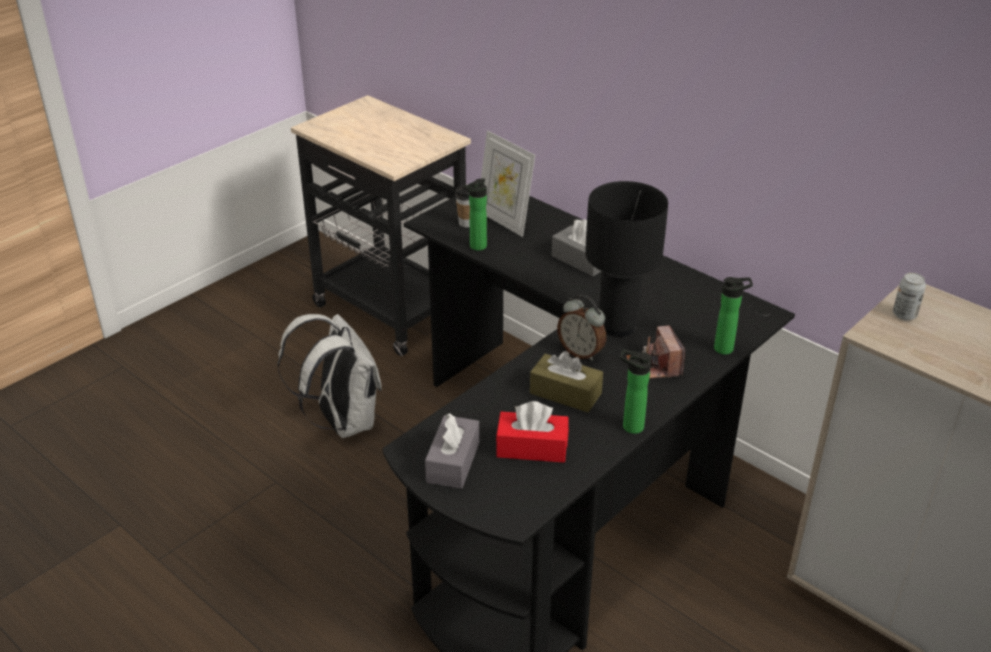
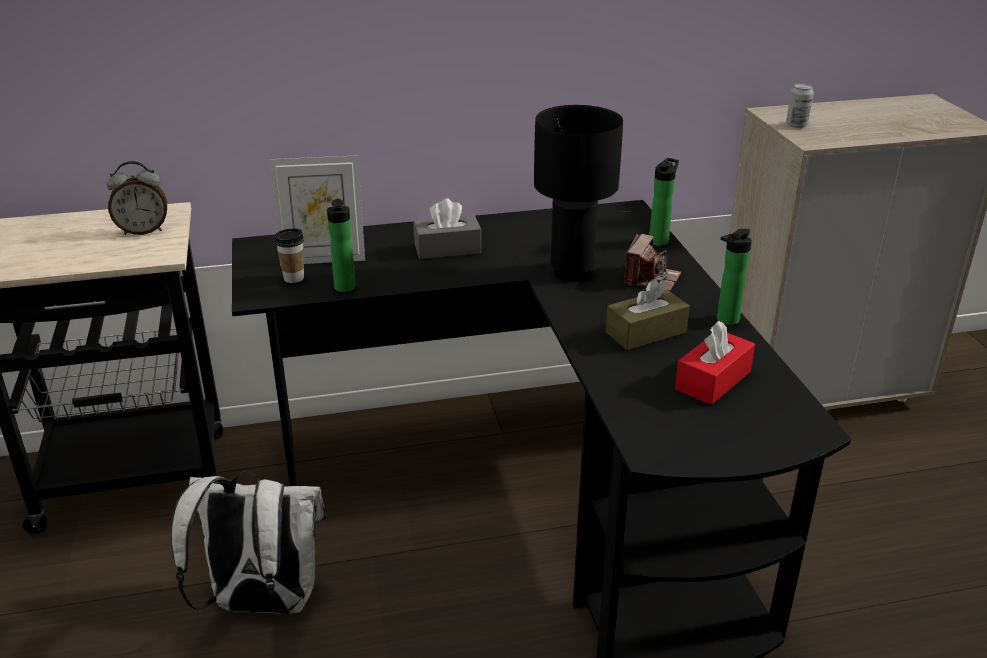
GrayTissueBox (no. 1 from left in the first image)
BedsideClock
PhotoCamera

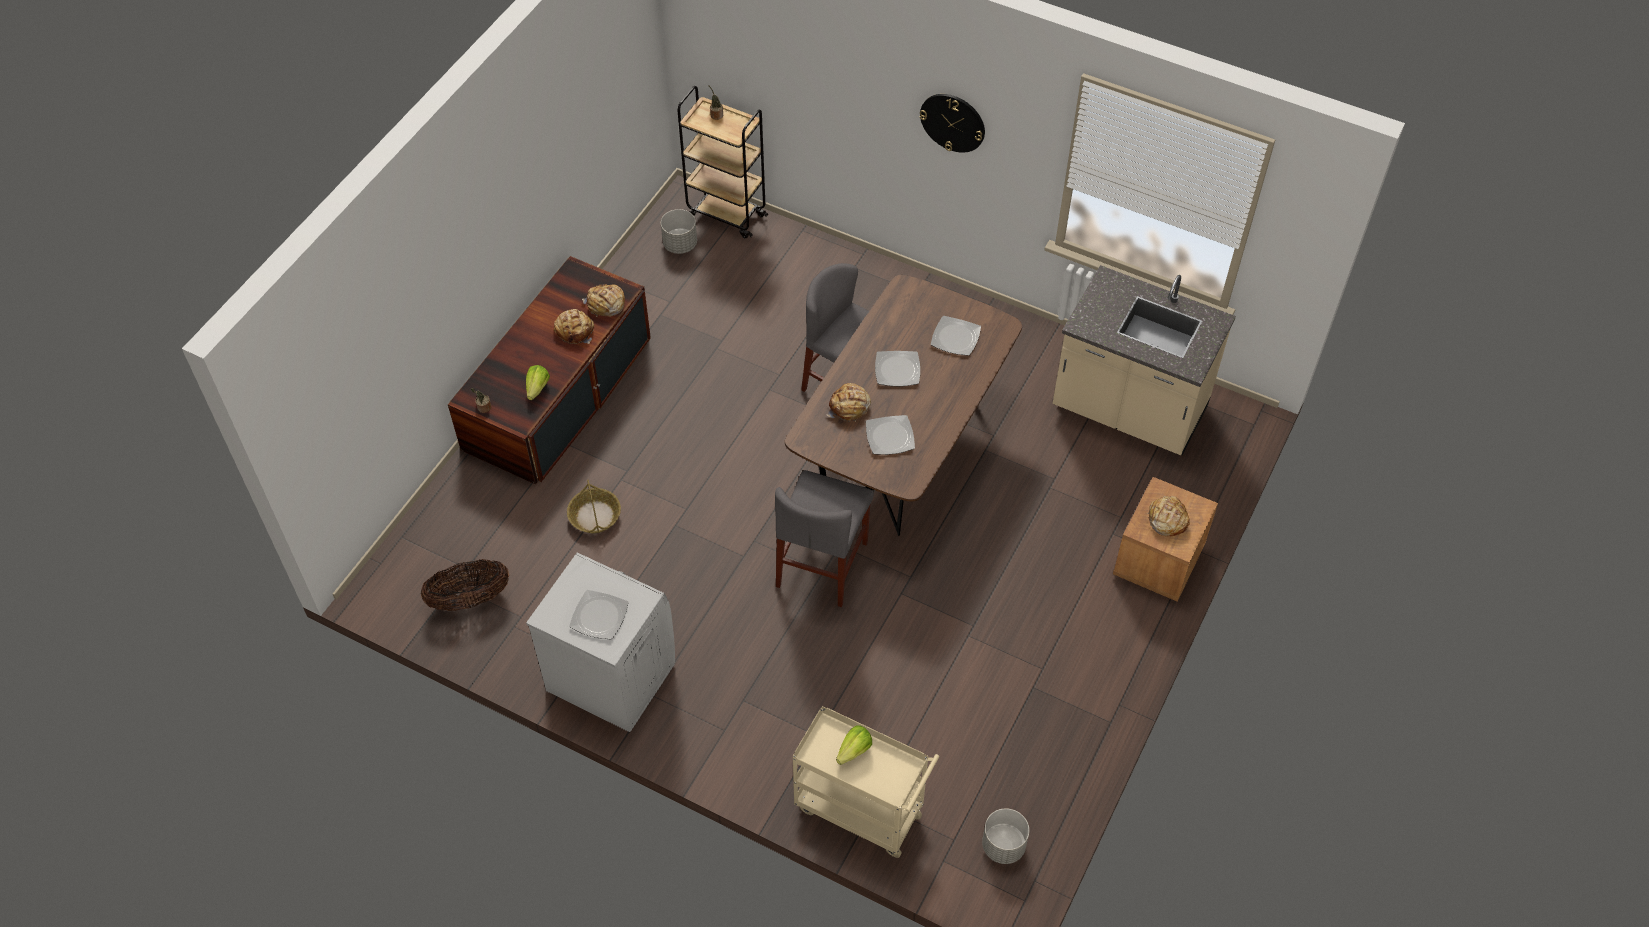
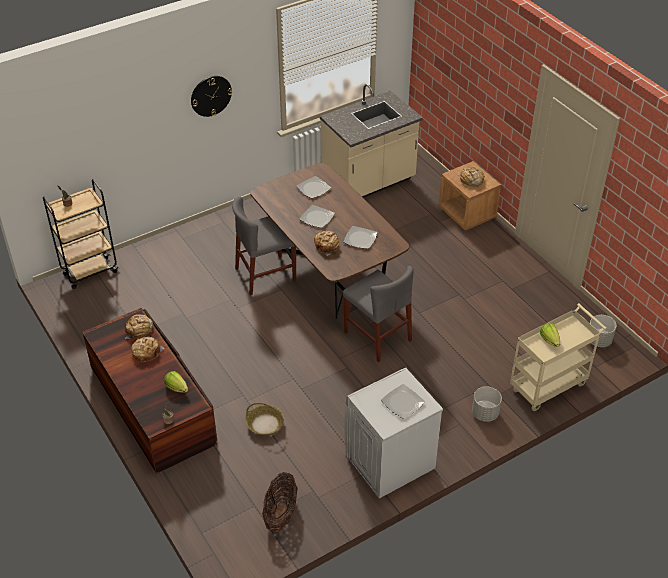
GrayPlantPot (no. 1 from left)

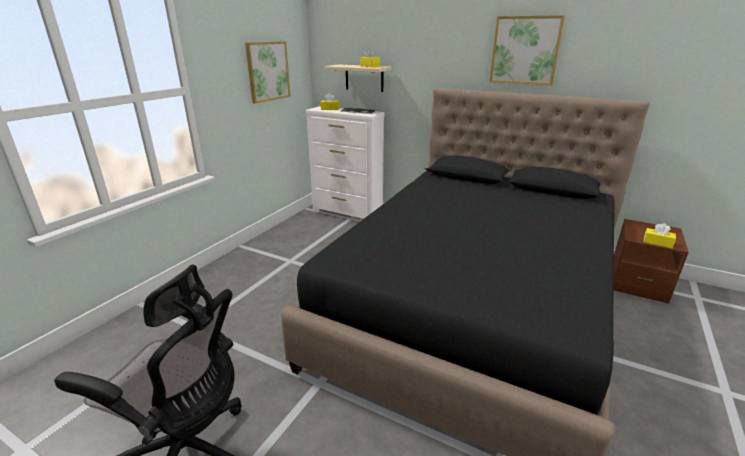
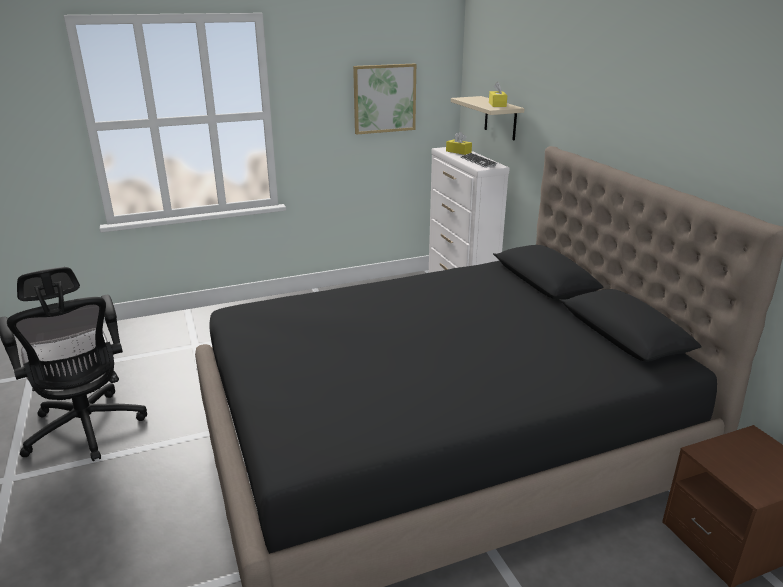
WallPicture (no. 2 from left in the first image)
YellowishTissueBox (no. 3 from left in the first image)

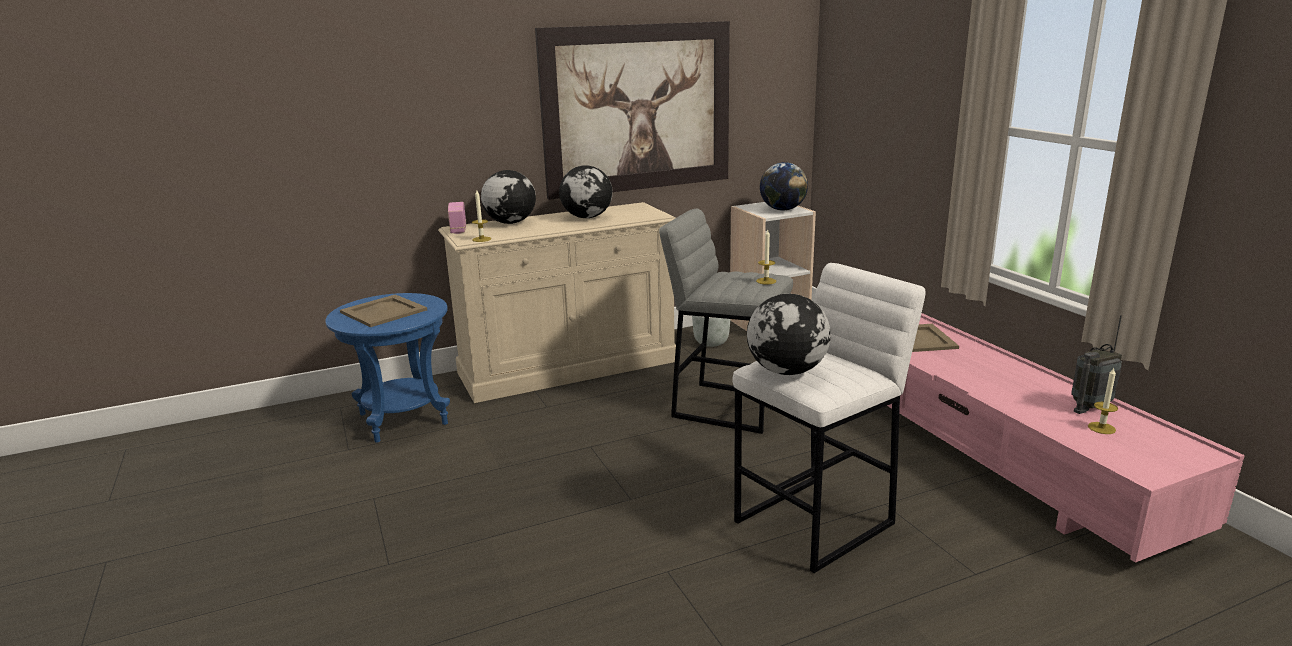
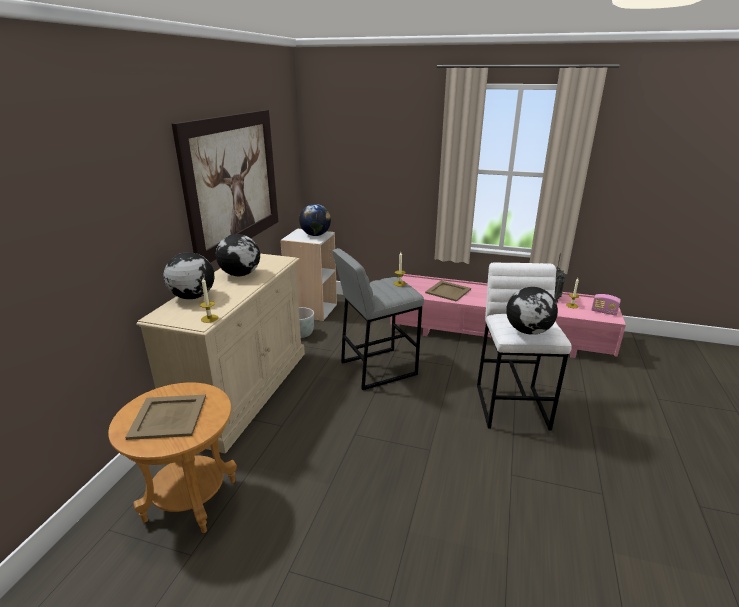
BrownColouredSideTable
RadioSet (no. 2 from left)

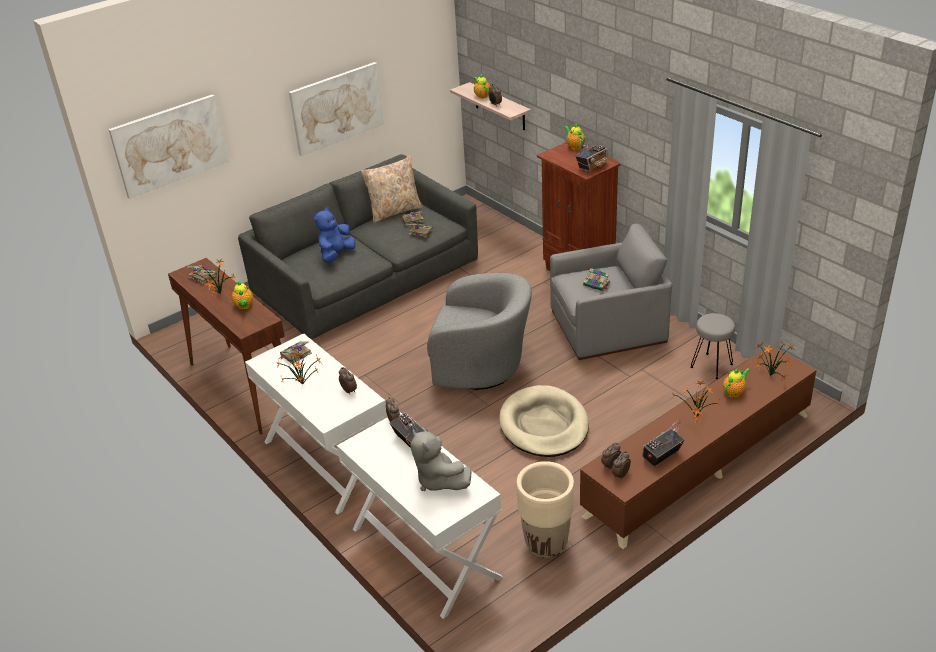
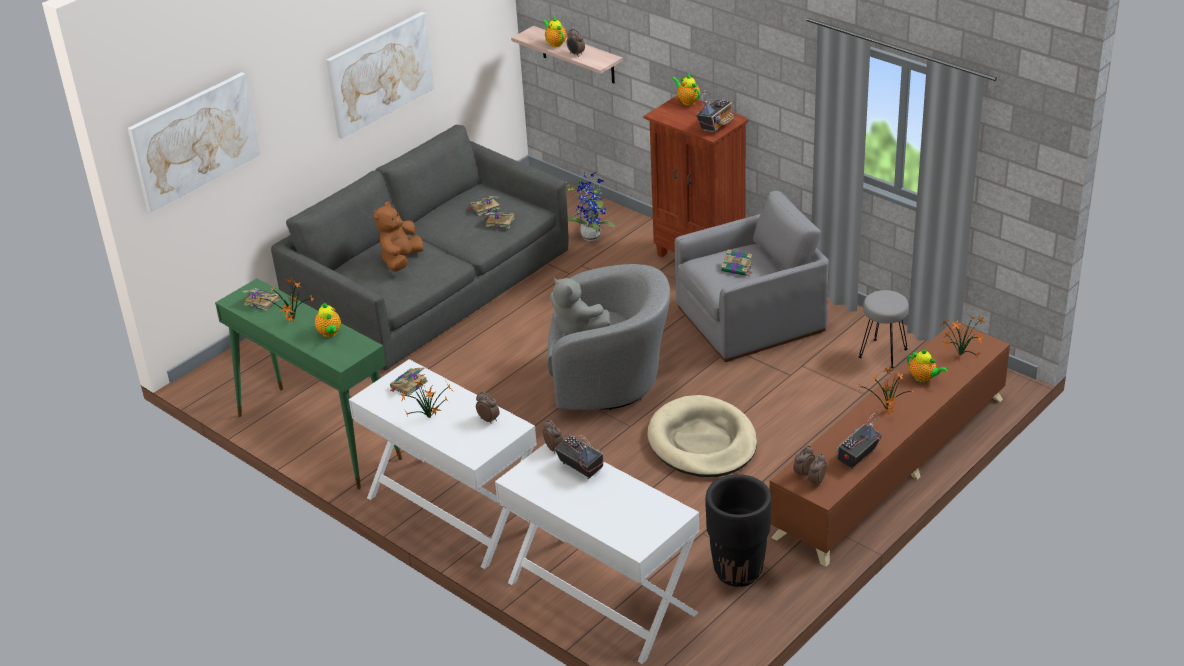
GreenishHallTable
BrownColouredCuddlyToy
BeigeColouredPillow
GrayCuddlyToy
BlackPlantPot
Teapot (no. 4 from left)
PottedPlant (no. 3 from left)

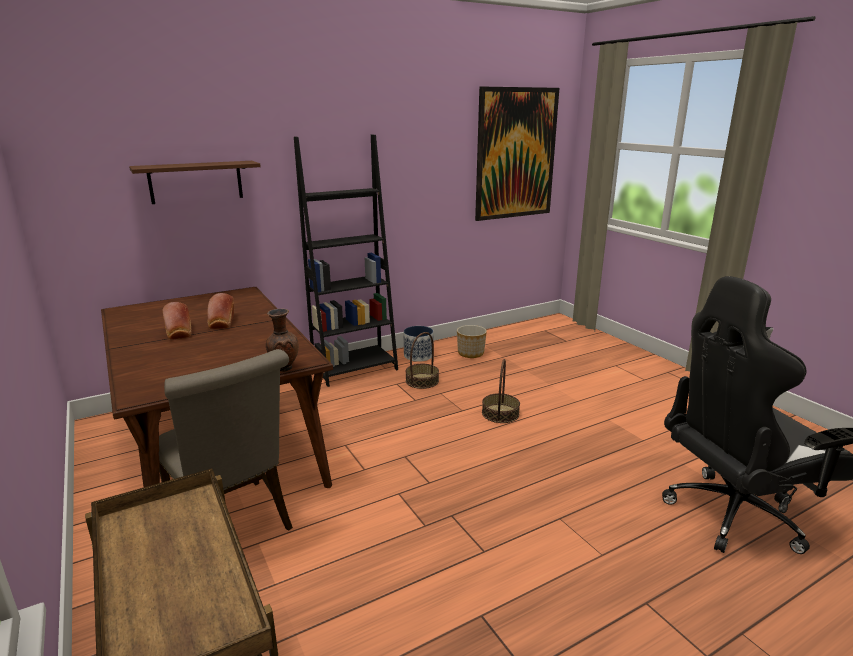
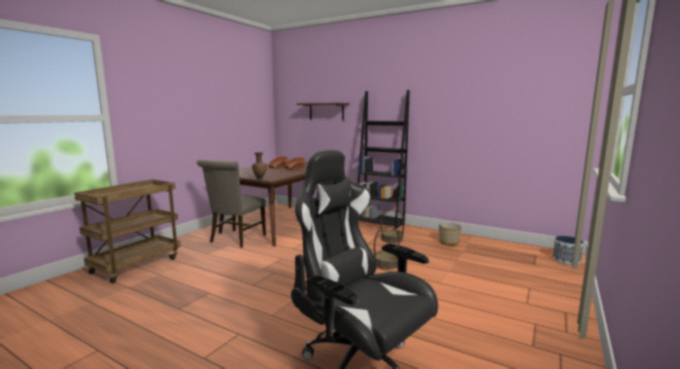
PlantPot (no. 2 from left)
WallPicture

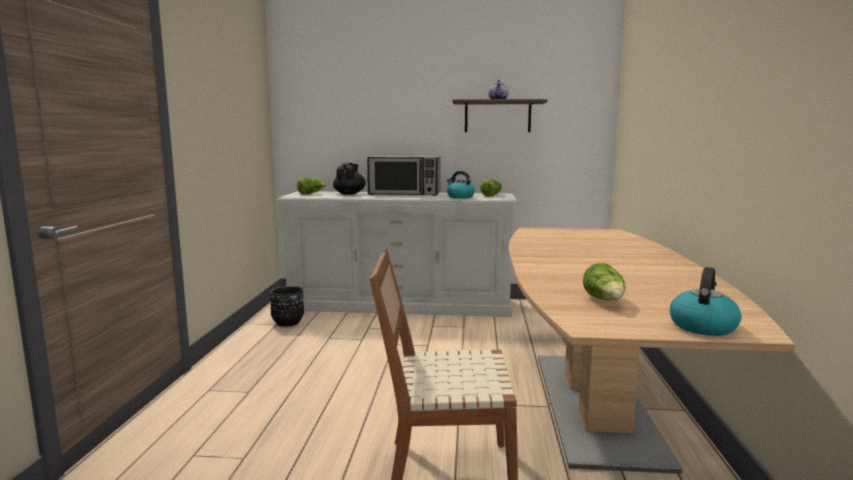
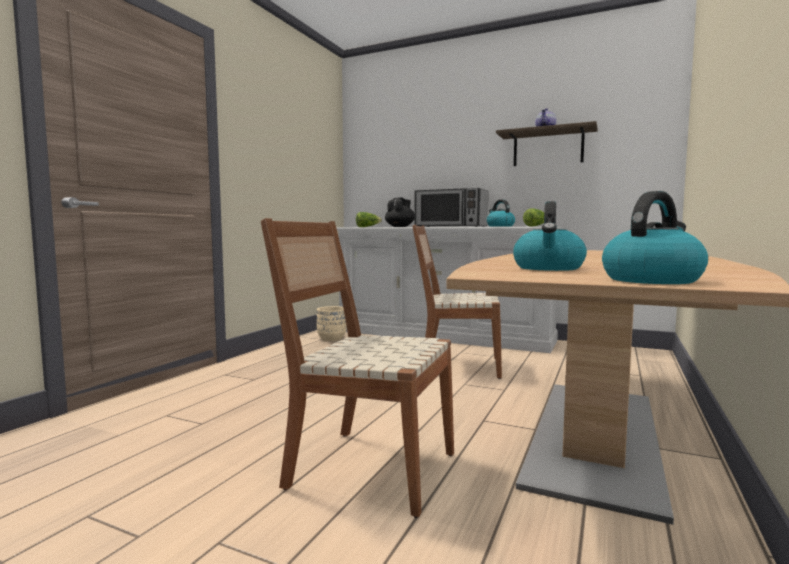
BeigeColouredPlantPot
TeaKettle (no. 2 from left)
PlainChair (no. 2 from left)

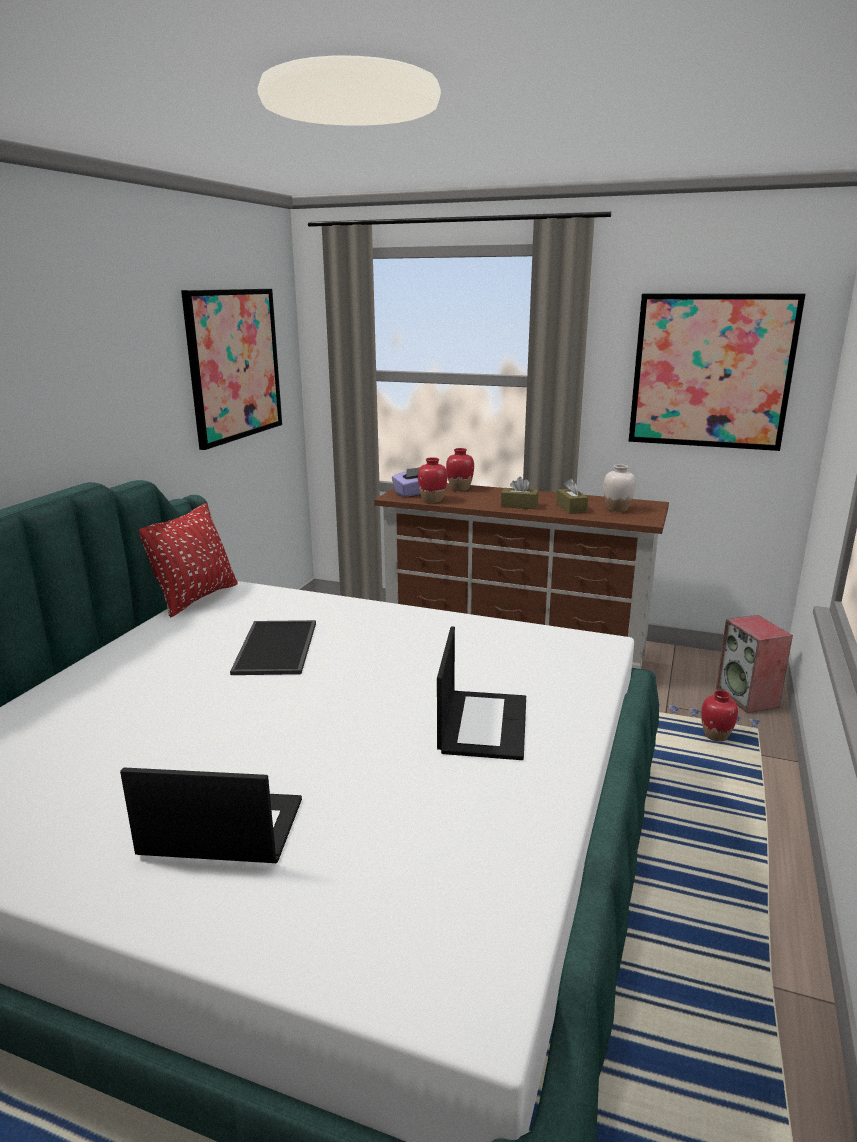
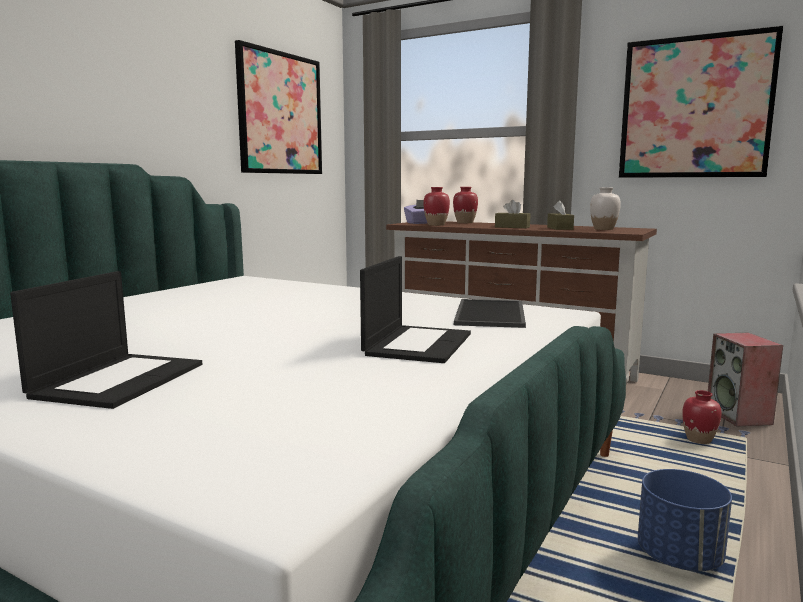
NotebookComputer (no. 1 from left)
RedColouredPillow
CarryingTray
BluishPlantPot

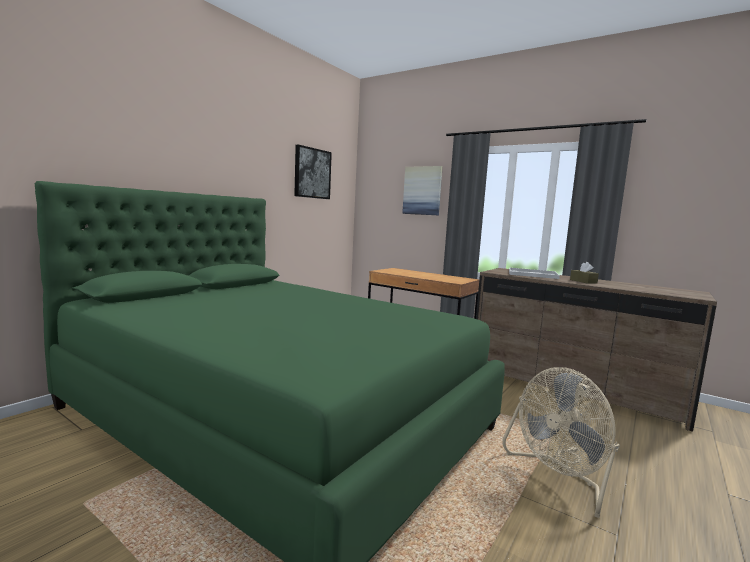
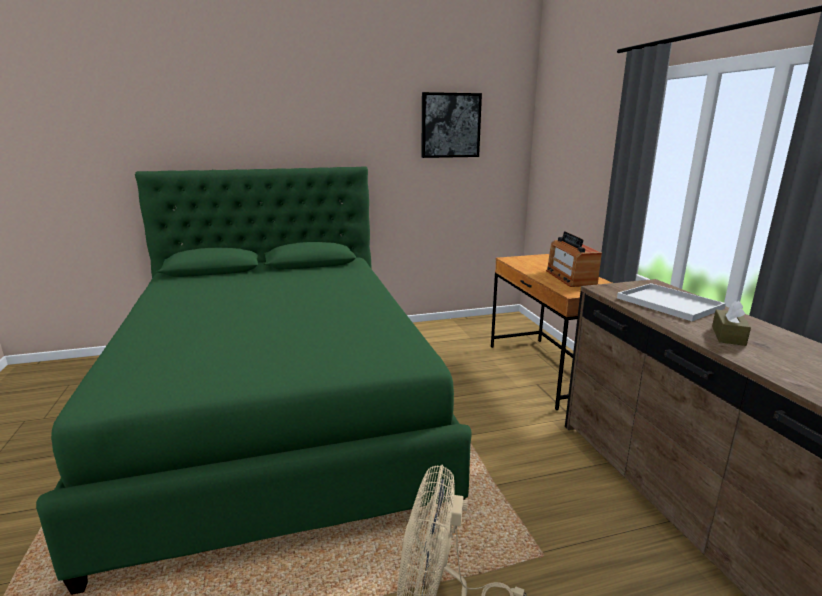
WallPicture (no. 2 from left in the first image)
RadioSet

